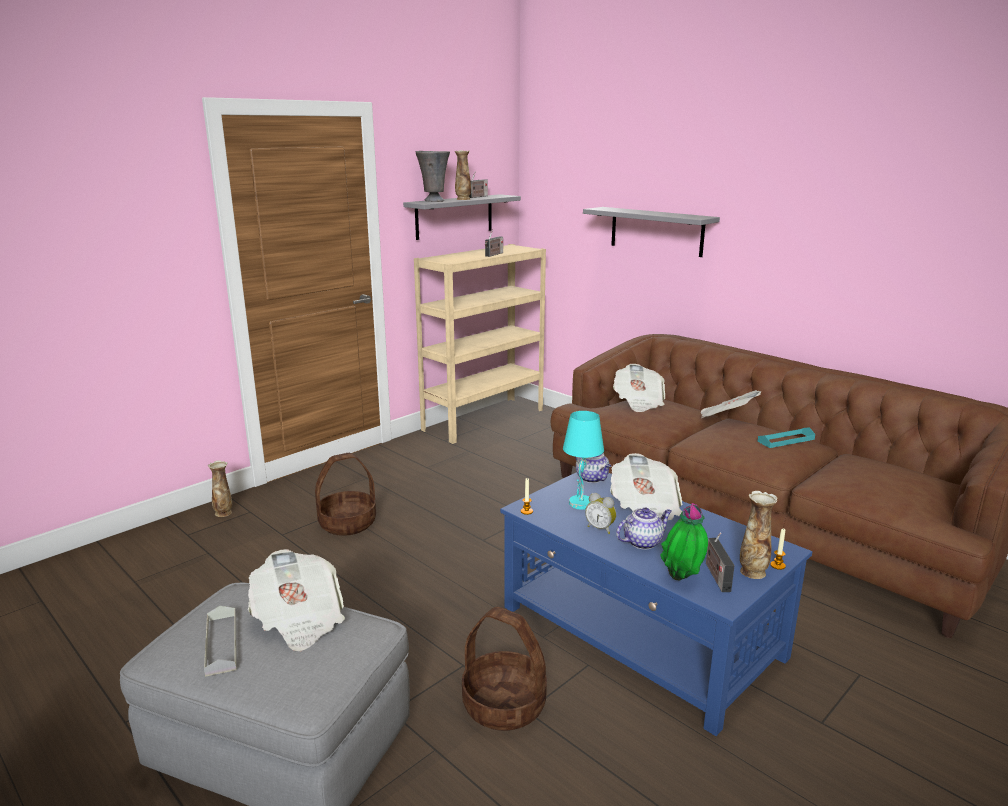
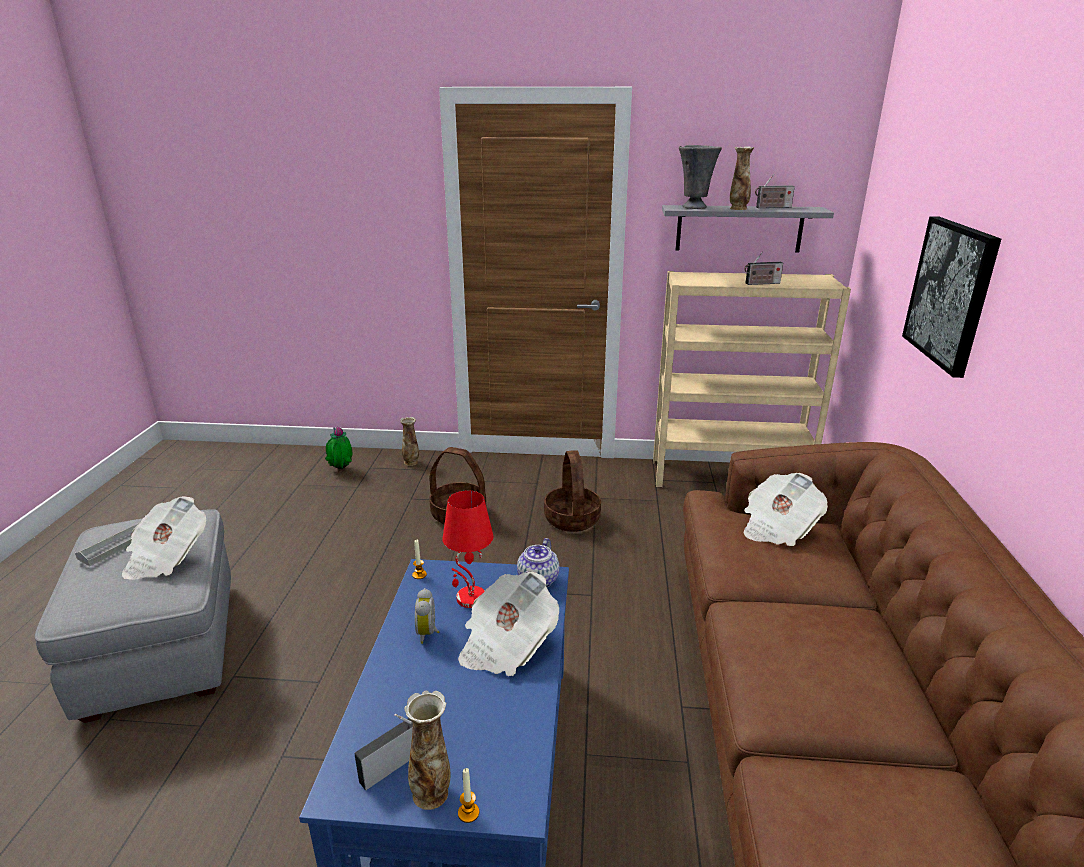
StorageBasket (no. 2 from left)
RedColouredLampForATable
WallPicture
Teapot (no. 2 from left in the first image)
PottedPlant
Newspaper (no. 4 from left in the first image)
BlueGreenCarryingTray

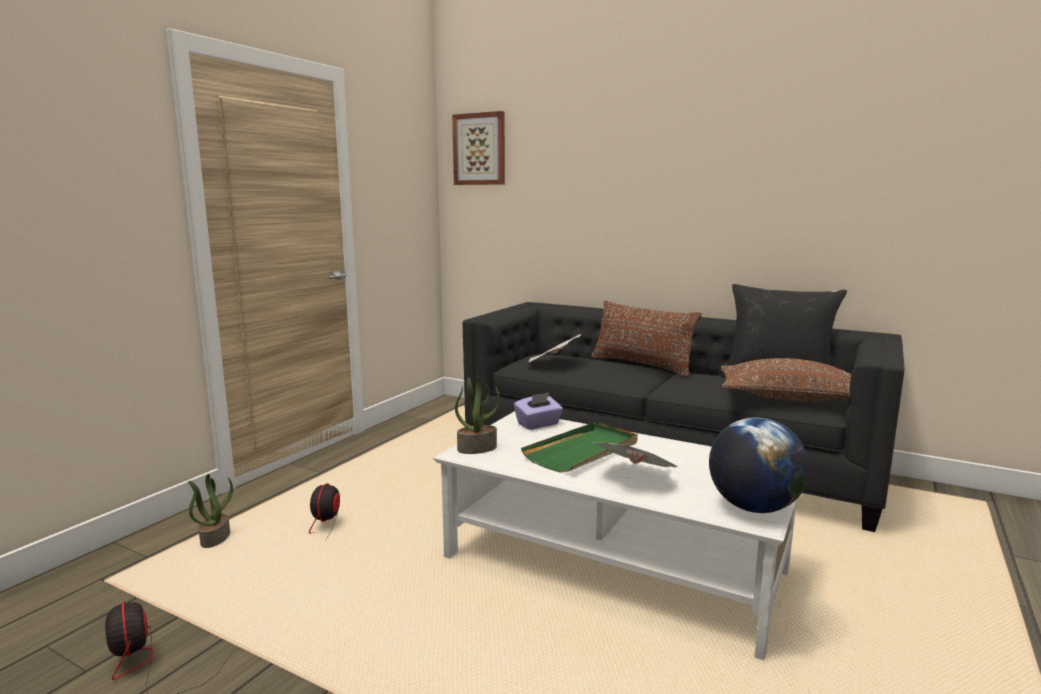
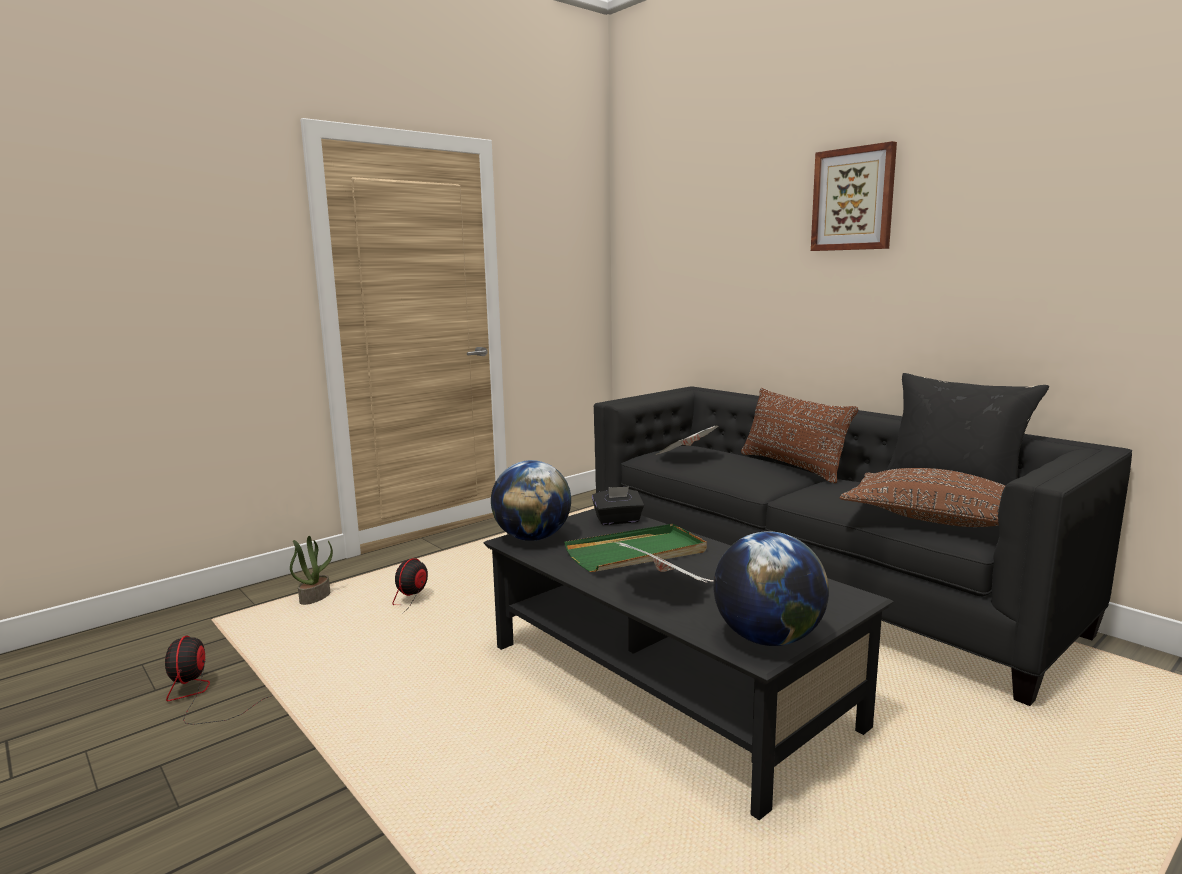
BlackLoungeTable
WallPicture
DeskGlobe (no. 1 from left)
BlackTissueBox

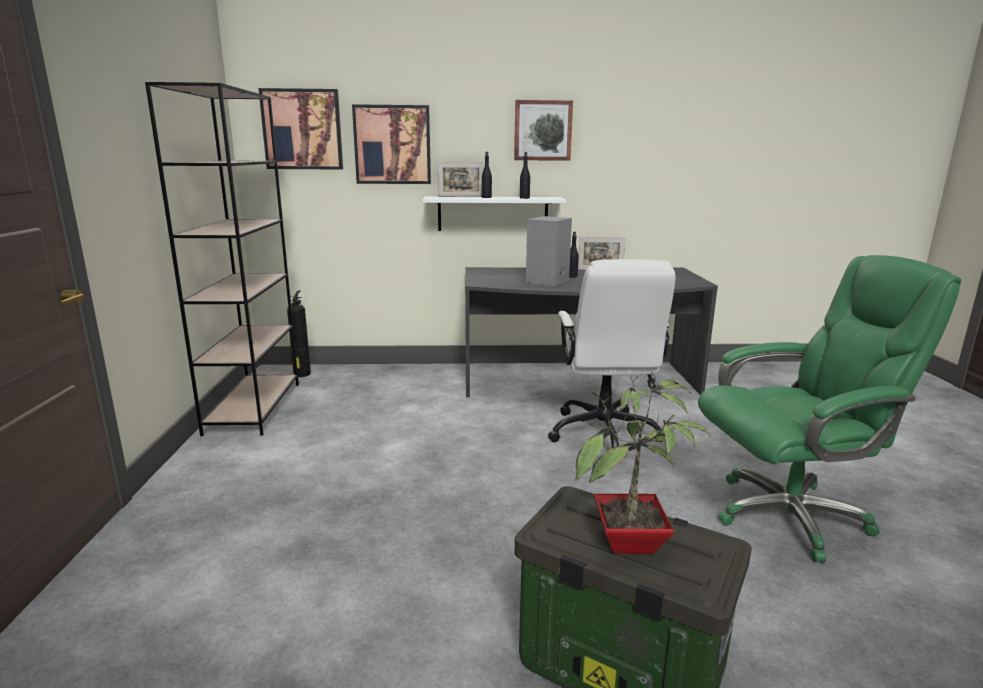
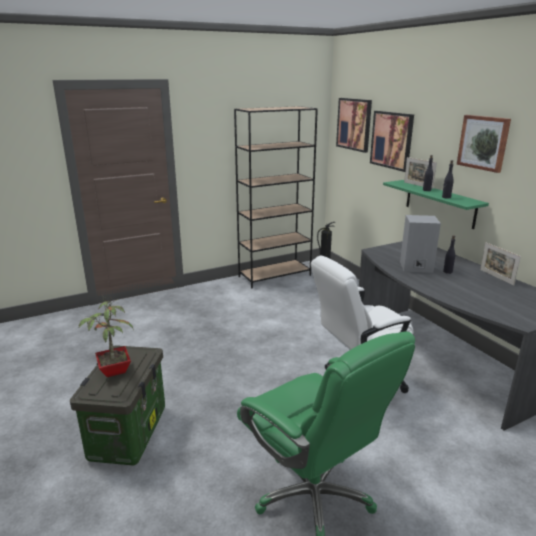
GreenishBracketShelf

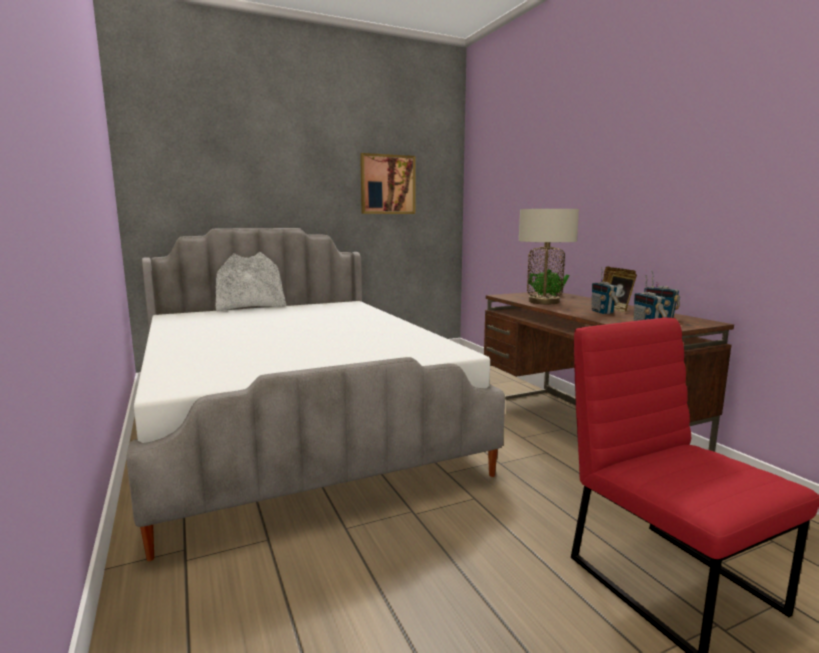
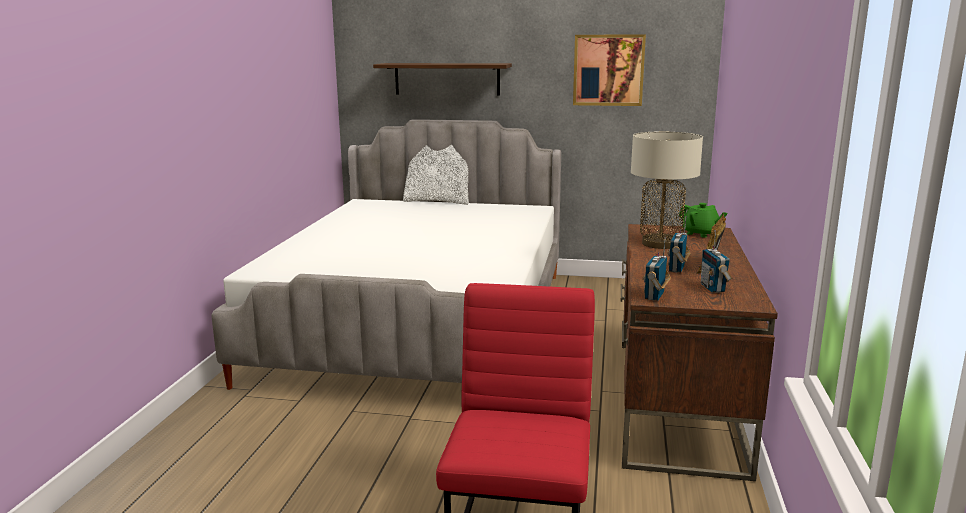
BracketShelf

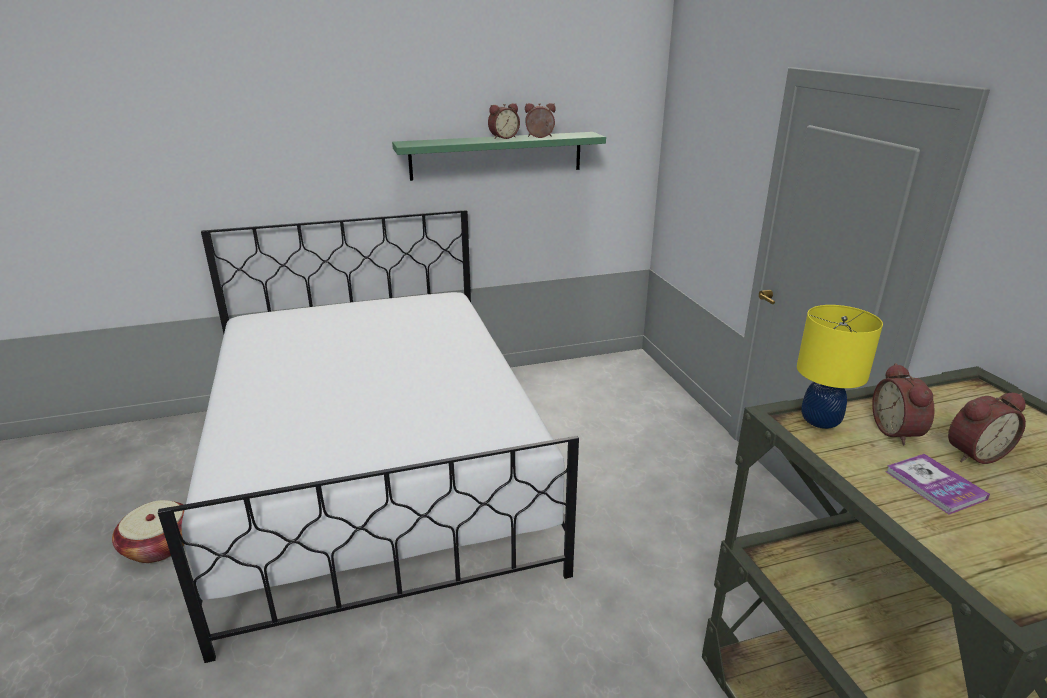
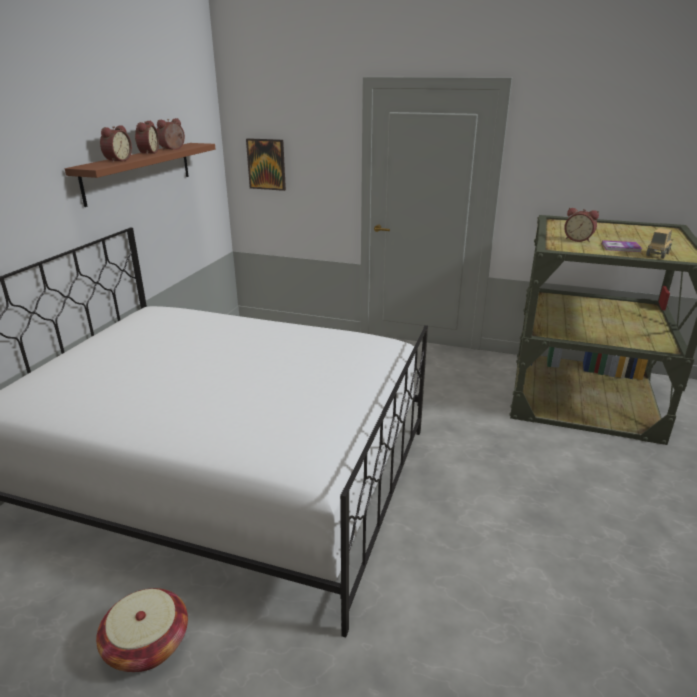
BrownColouredBracketShelf
YellowishLampForATable
BedsideClock (no. 1 from left)
WallPicture
ToyTruck

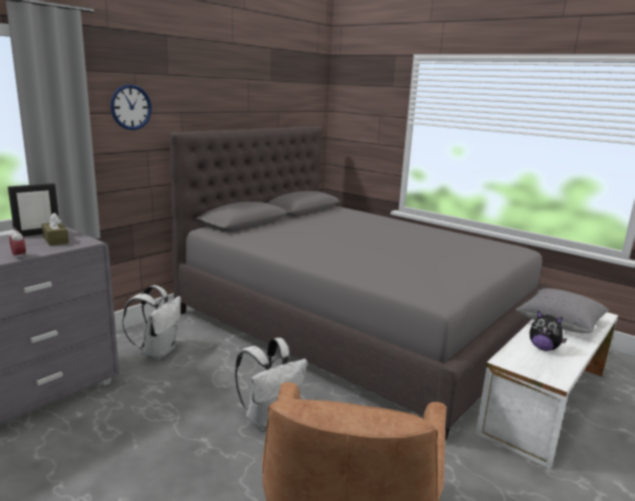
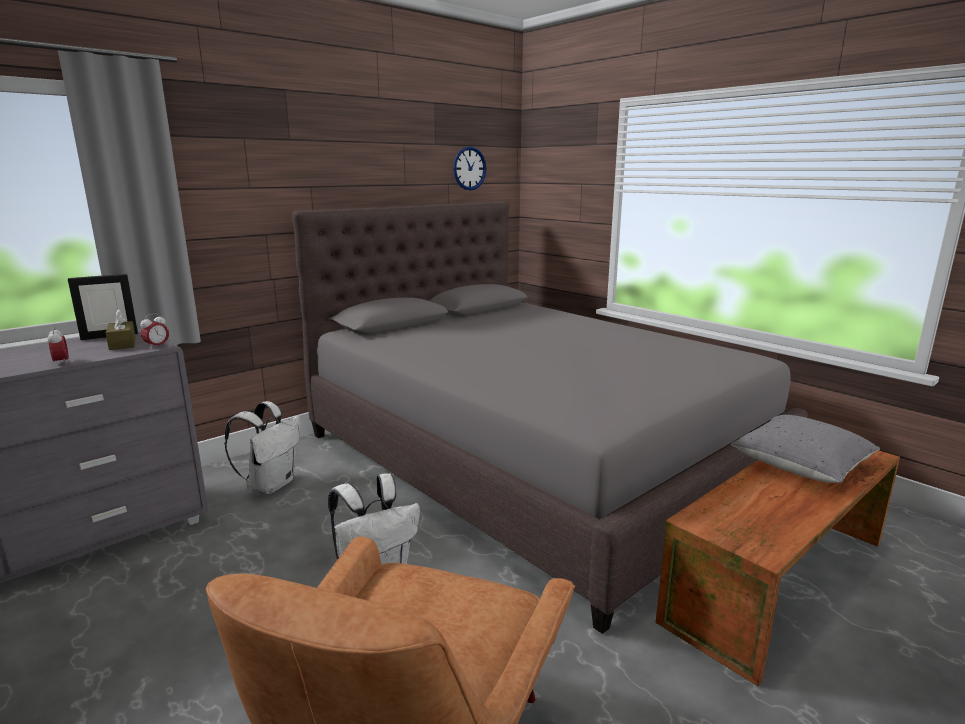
WallClock
BrownColouredIndoorBench
CuddlyToy
BedsideClock (no. 2 from left)

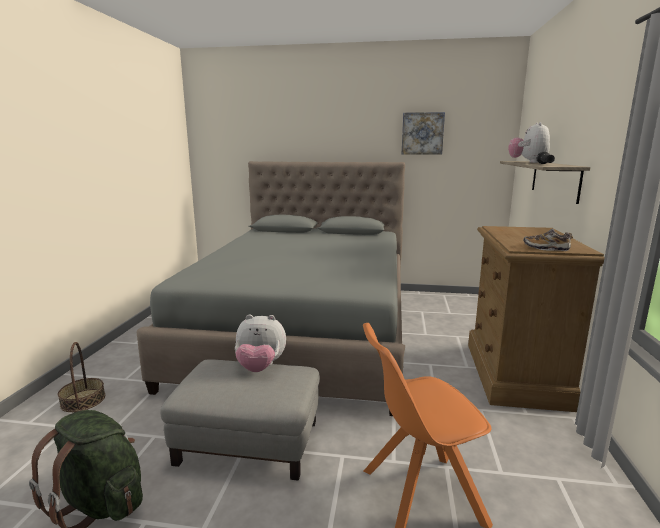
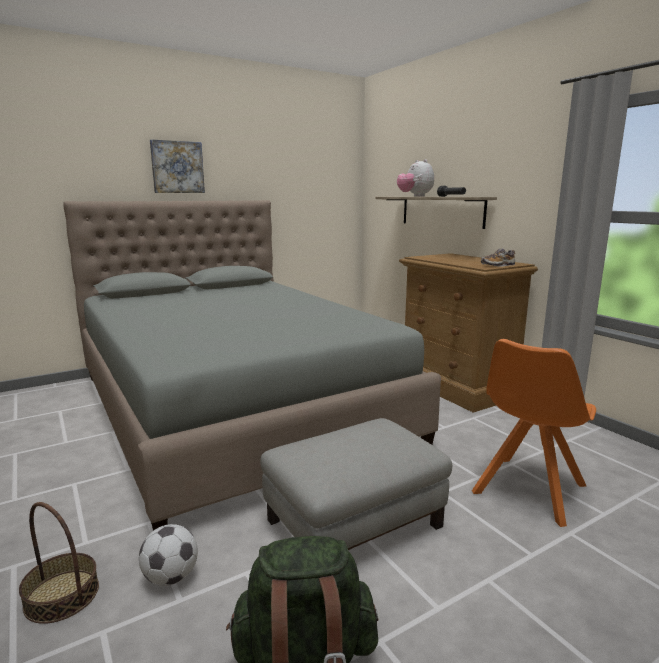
CuddlyToy (no. 1 from left in the first image)
WallPicture
Football

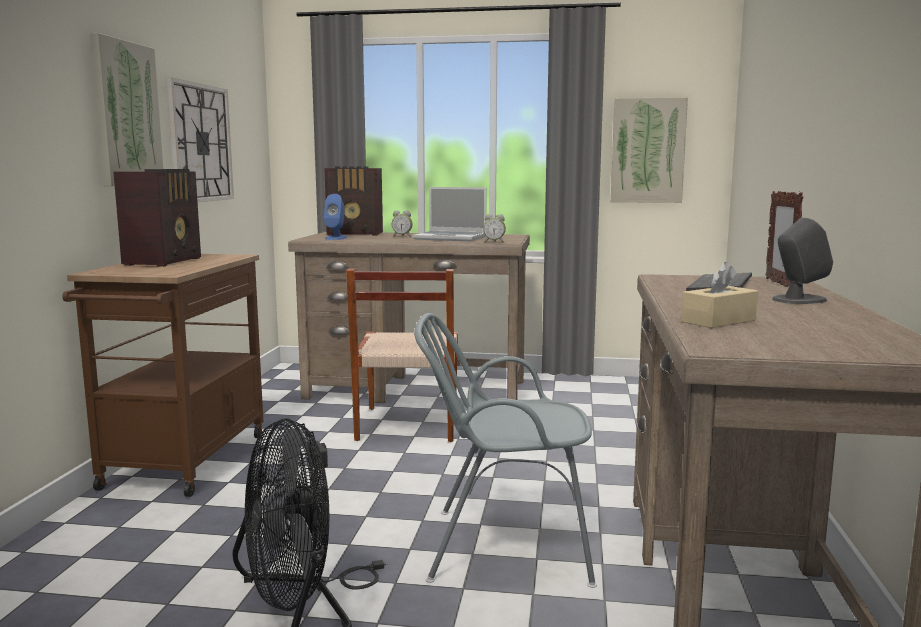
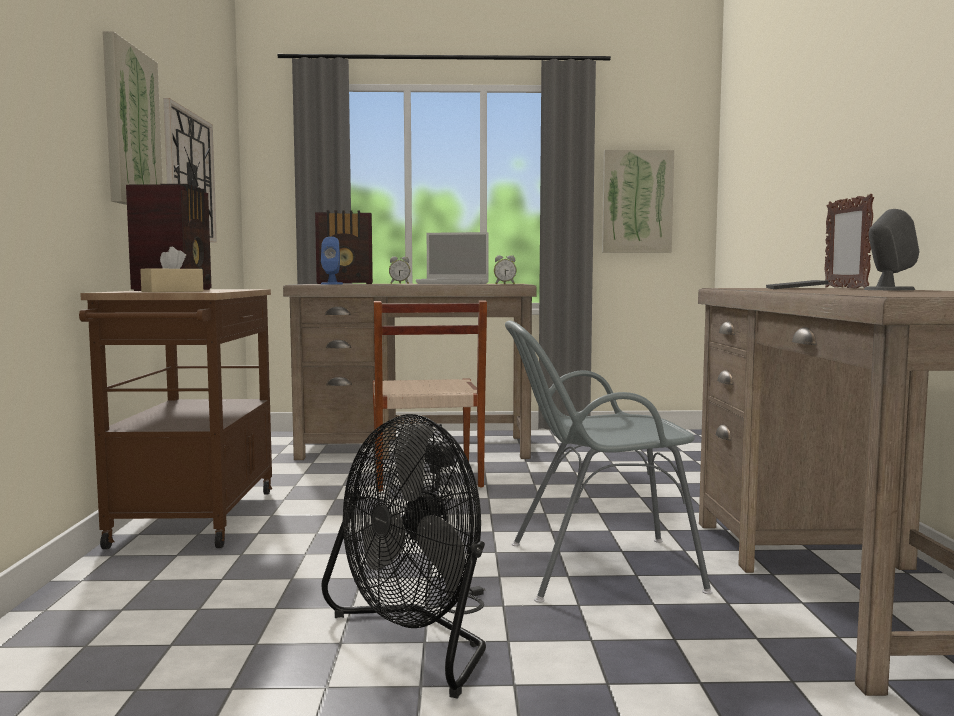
BeigeColouredTissueBox

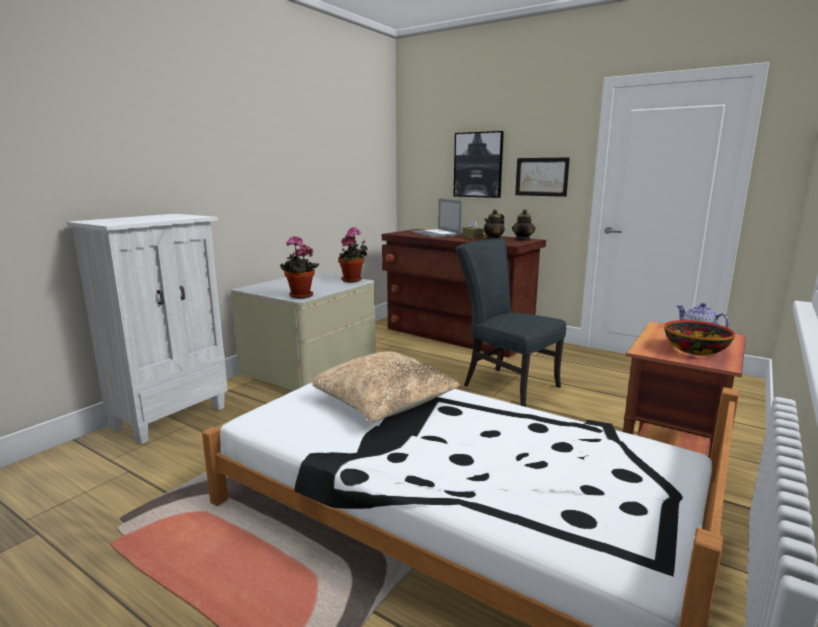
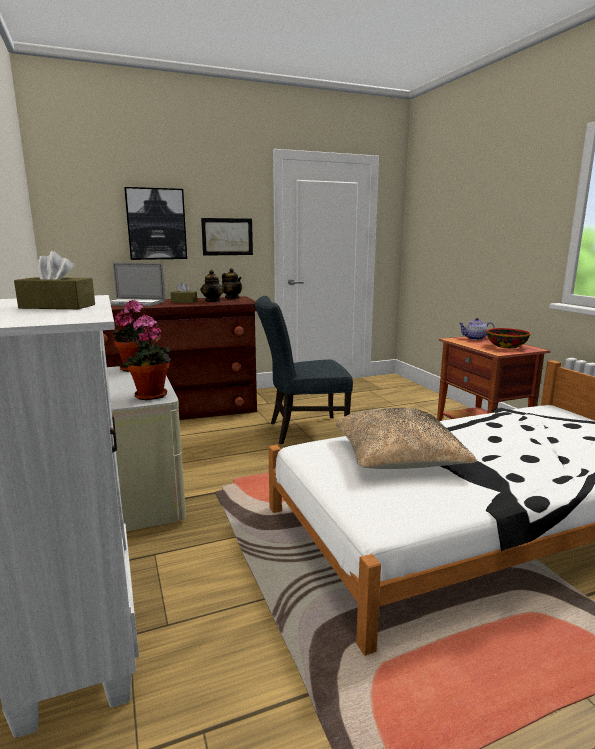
BrownColouredTissueBox (no. 1 from left)

